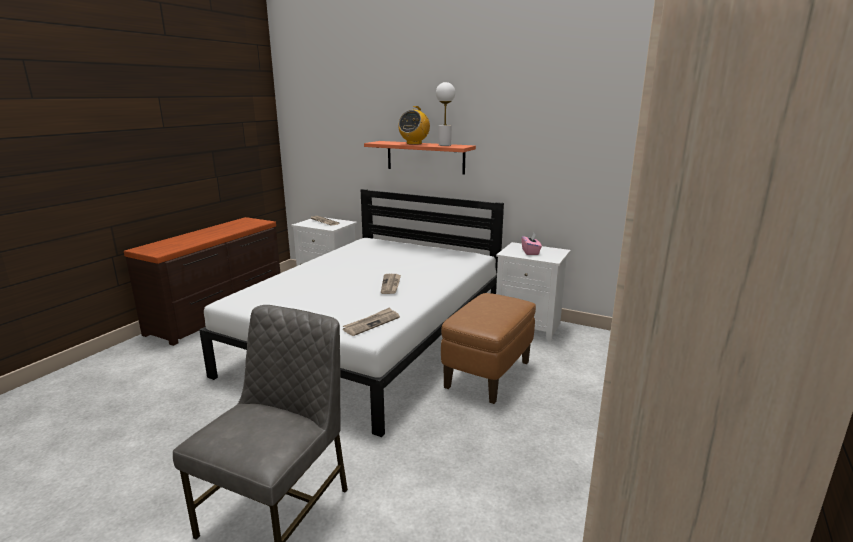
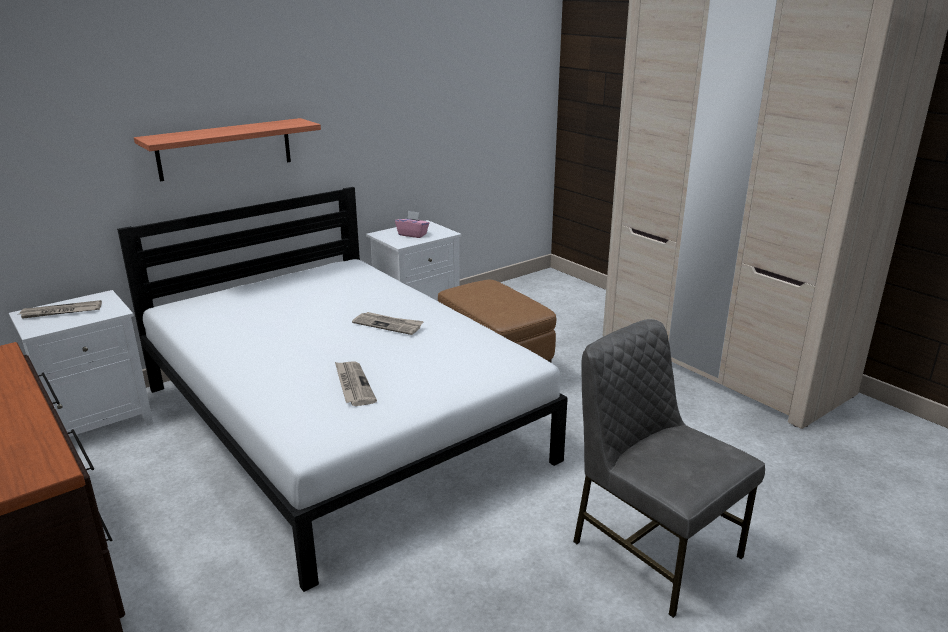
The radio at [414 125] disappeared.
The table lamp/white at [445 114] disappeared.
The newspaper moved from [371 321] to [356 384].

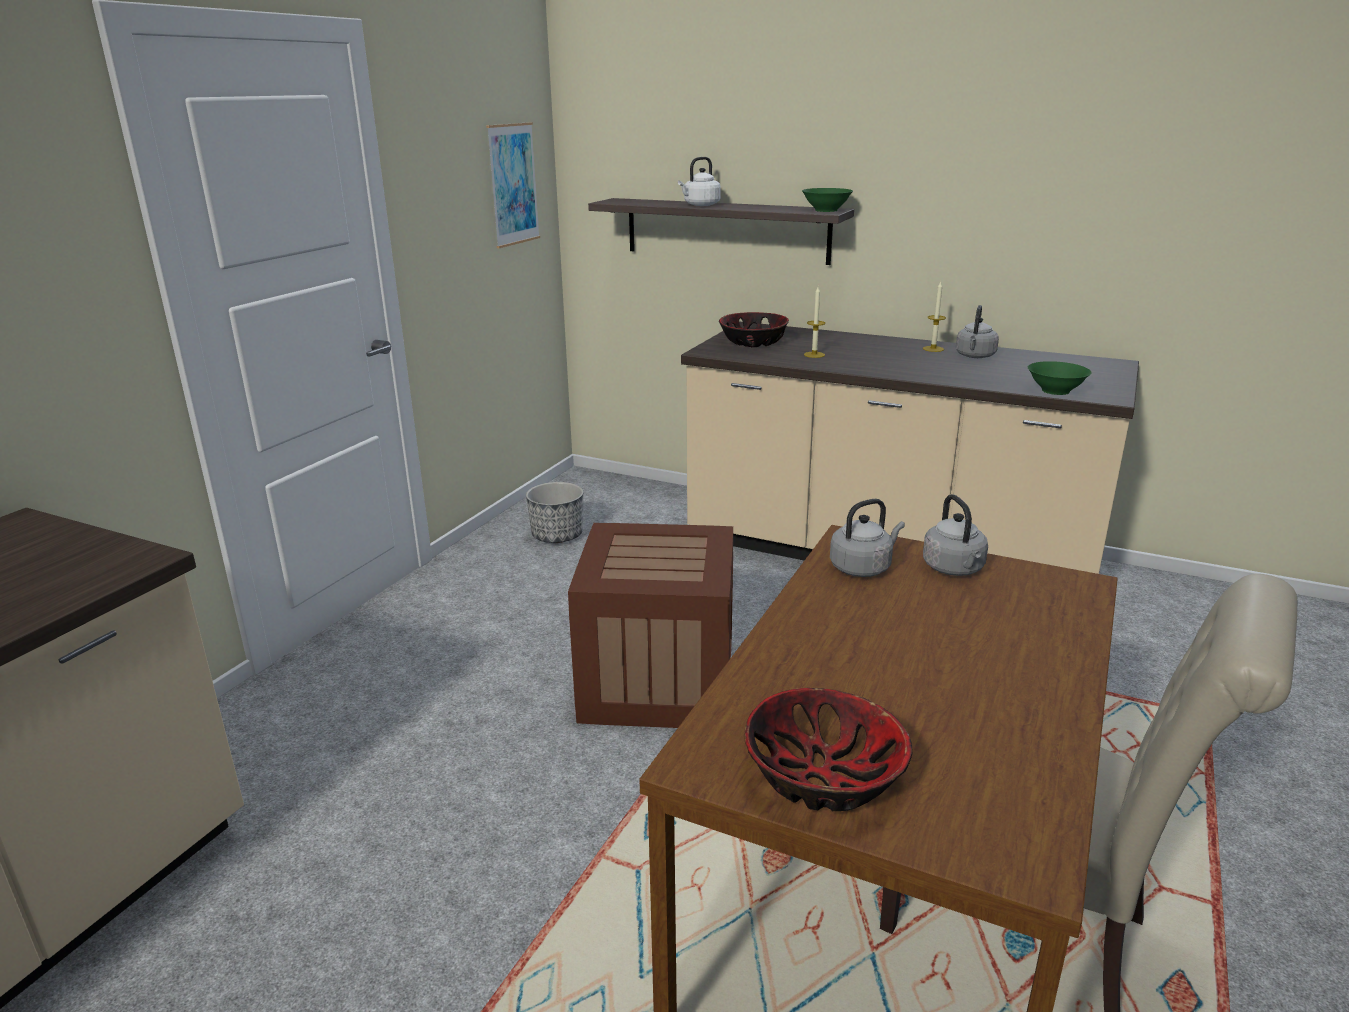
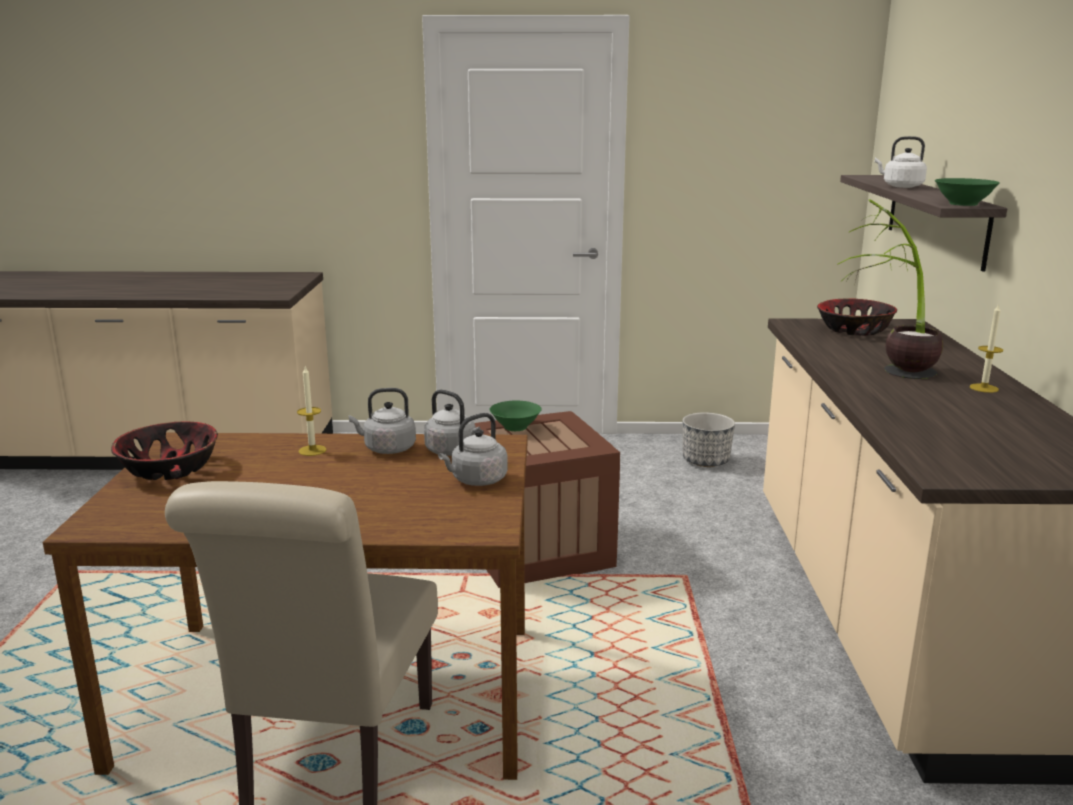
The picture at [513 185] disappeared.
The potted plant at [890 289] appeared.
The candle moved from [814 322] to [311 411].
The kettle/grey moved from [977 331] to [382 421].
The bowl/green moved from [1060 378] to [515 416].

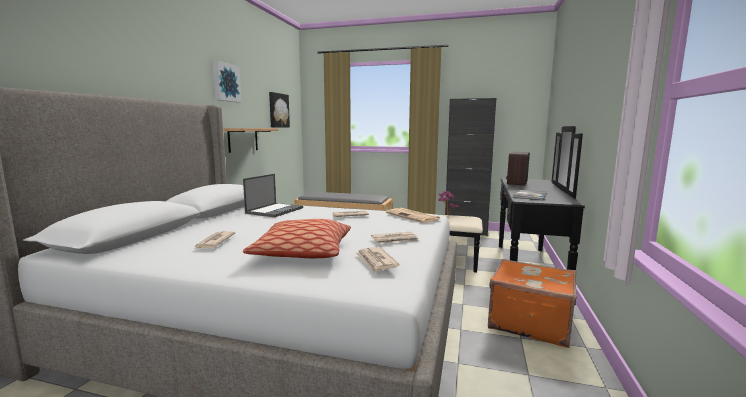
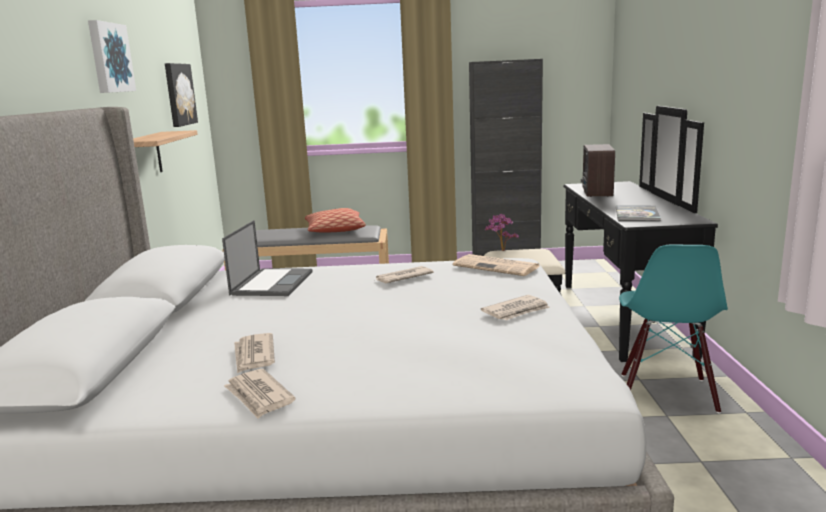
The pillow moved from [297 238] to [335 220].
The newspaper moved from [377 260] to [260 394].
The suitcase/orange at [532 303] was replaced by the chair/turquoise at [673 328].

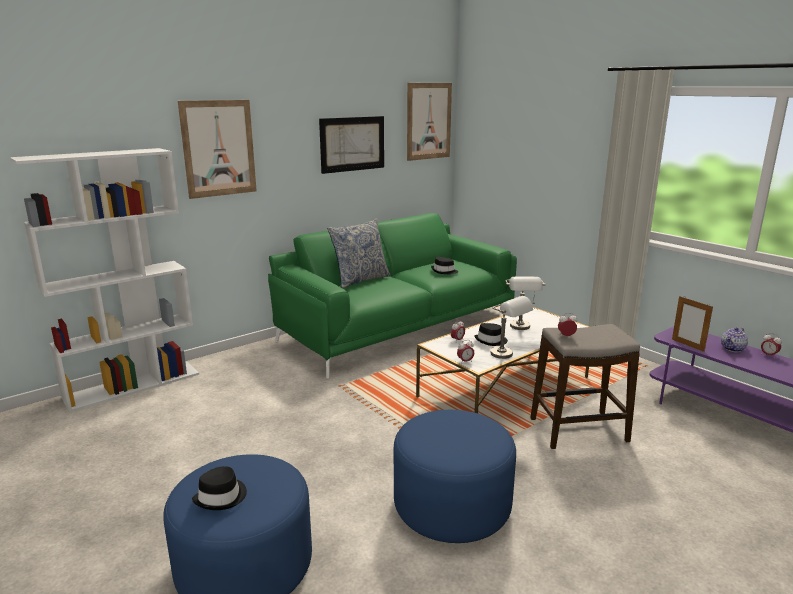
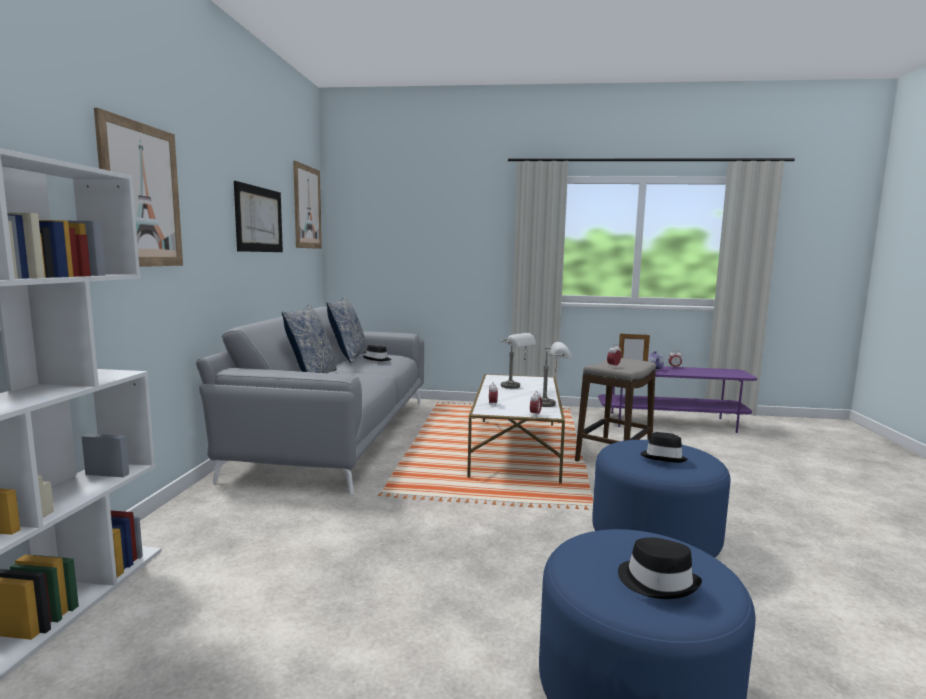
The pillow at [346 330] appeared.
The hat/black moved from [491 334] to [664 447].
The sofa/green at [392 296] became the sofa/grey at [310 400].

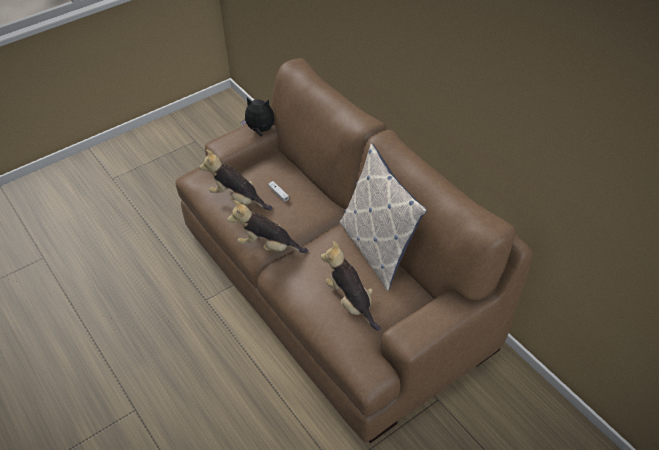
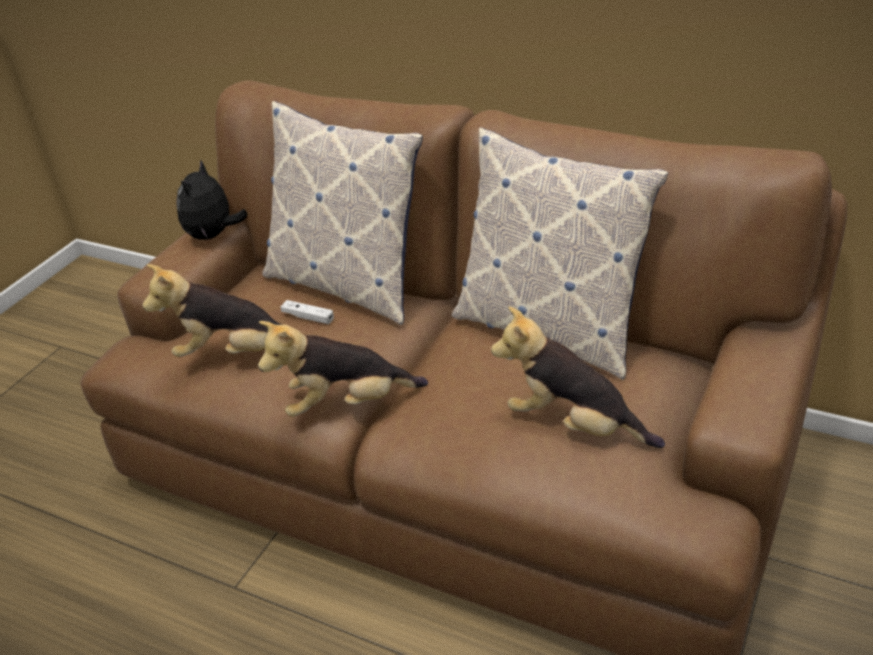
The pillow at [342 213] appeared.
The plush toy at [257 117] turned 60 degrees counterclockwise.

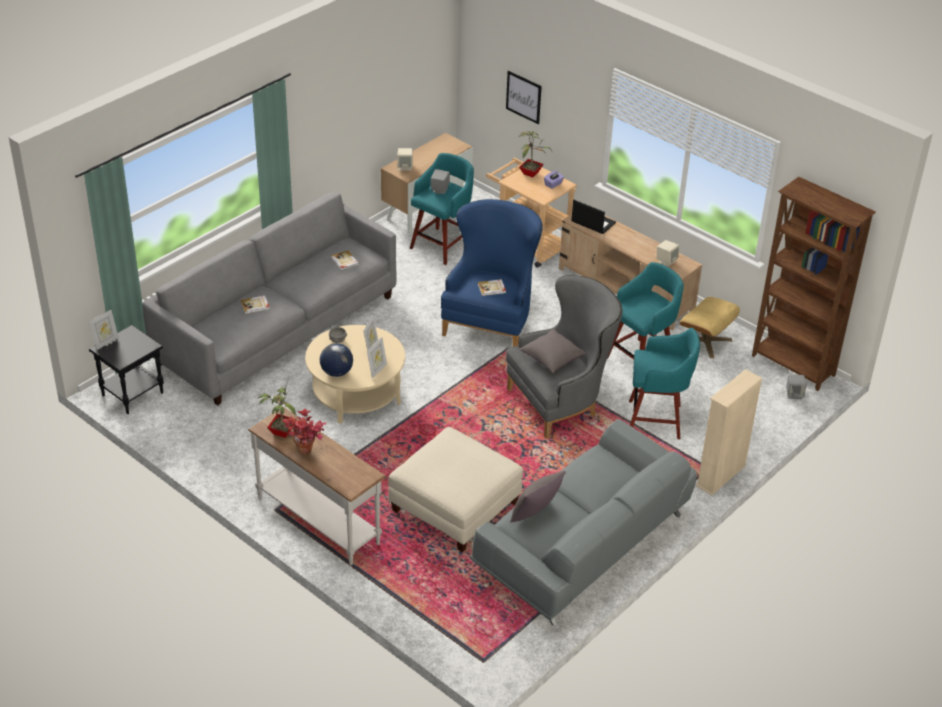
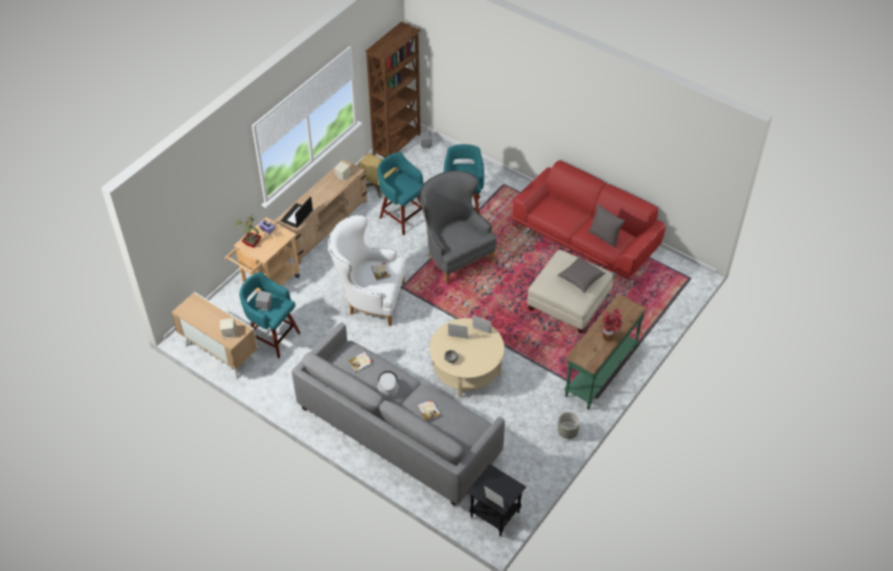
The potted plant at [277 409] disappeared.
The globe at [336 360] disappeared.
The picture at [524 97] disappeared.
The bookcase/beige at [729 432] disappeared.
The hat/grey at [388 384] appeared.
The planter/grey at [569 425] appeared.
The pillow/grey moved from [552 351] to [581 274].
The console table/white at [317 486] became the console table/green at [606 352].
The armchair/blue at [492 273] became the armchair/white at [367 270].
The sofa/grey at [583 522] became the sofa/red at [588 219].

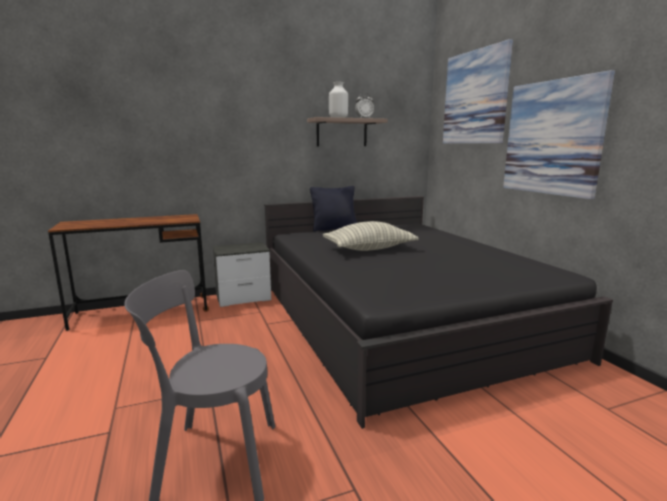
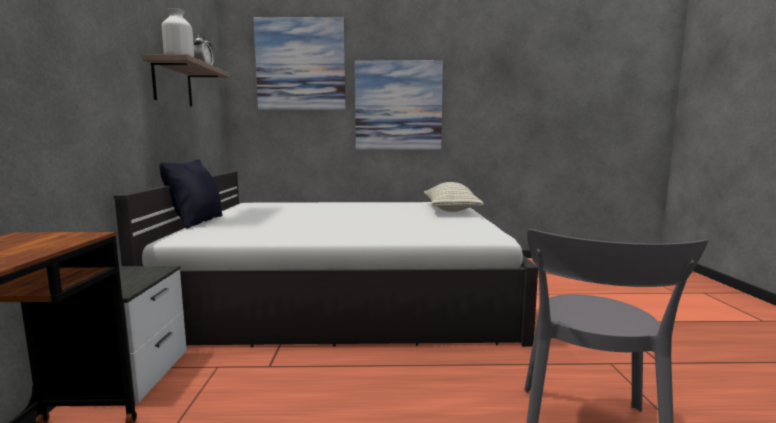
The pillow moved from [370 236] to [454 197].
The bed/black at [438 312] became the bed/white at [326 259].

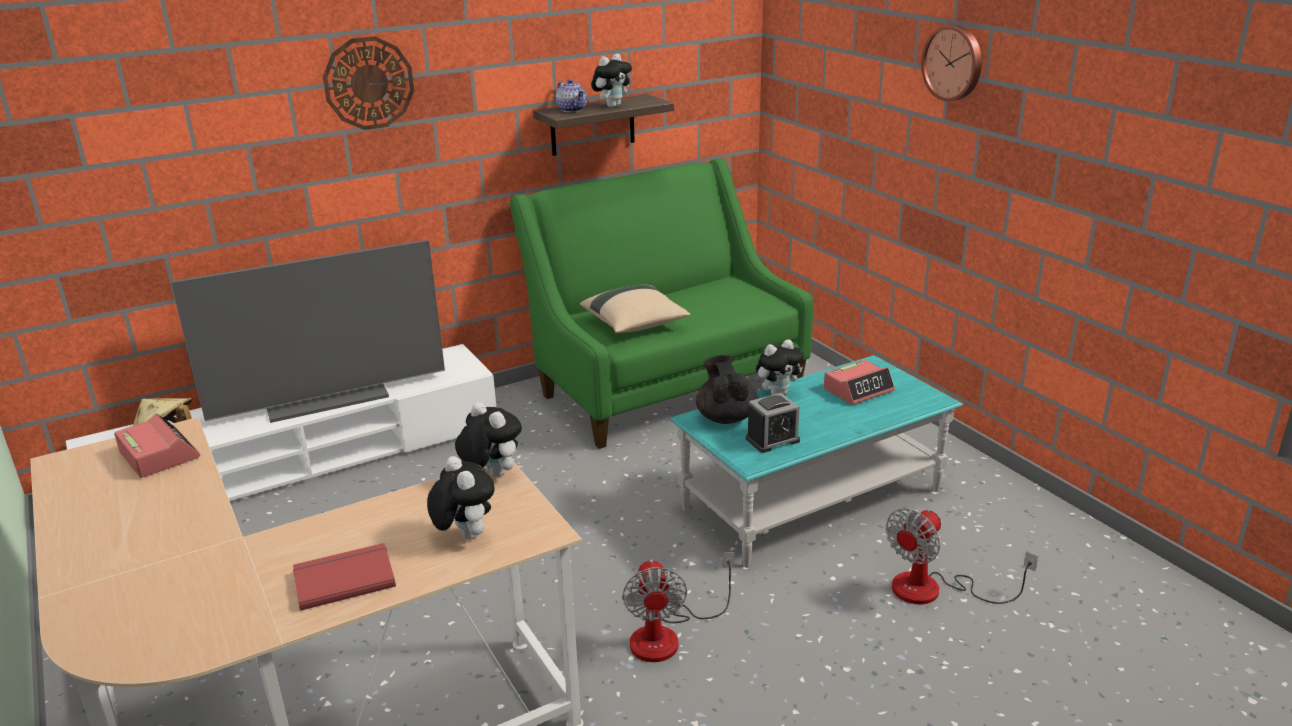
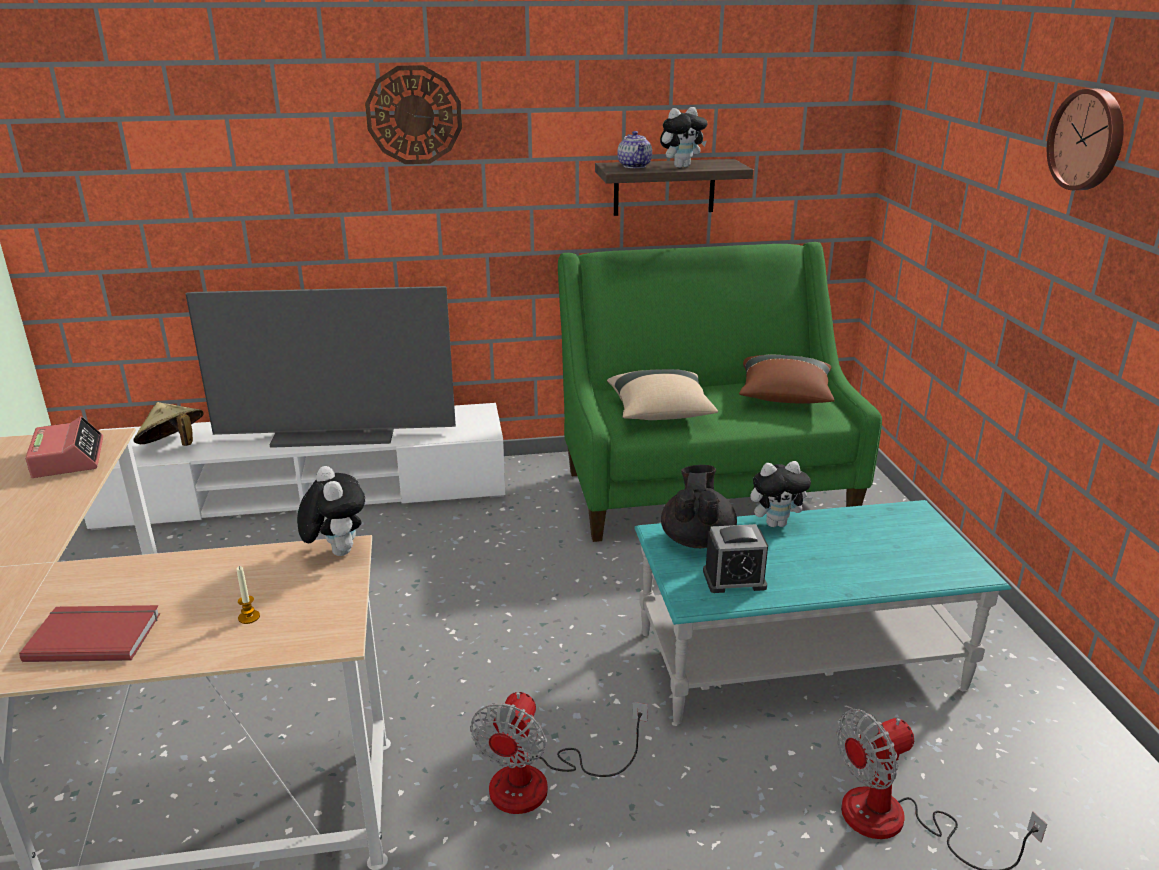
The alarm clock at [859 382] disappeared.
The pillow/brown at [786 379] appeared.
The plush toy at [460 498] was replaced by the candle at [248 595].

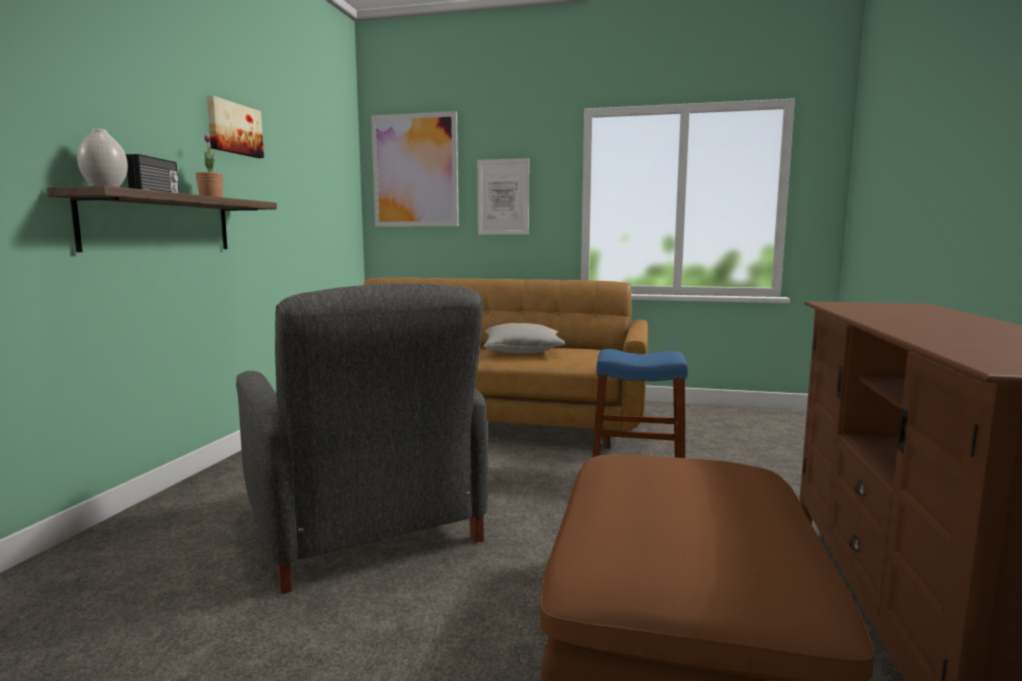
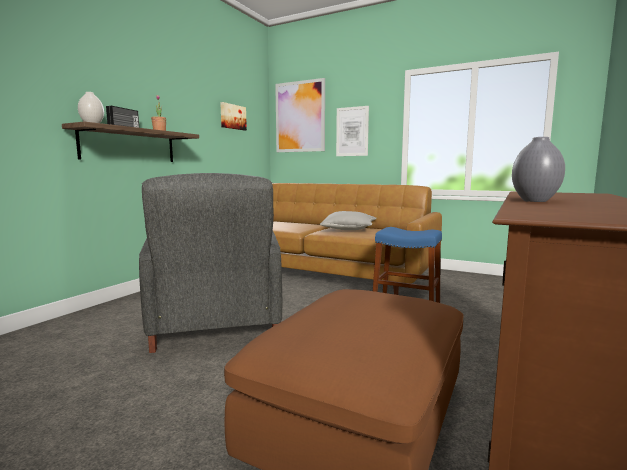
The vase/grey at [538 169] appeared.
The picture moved from [235 127] to [233 116].

